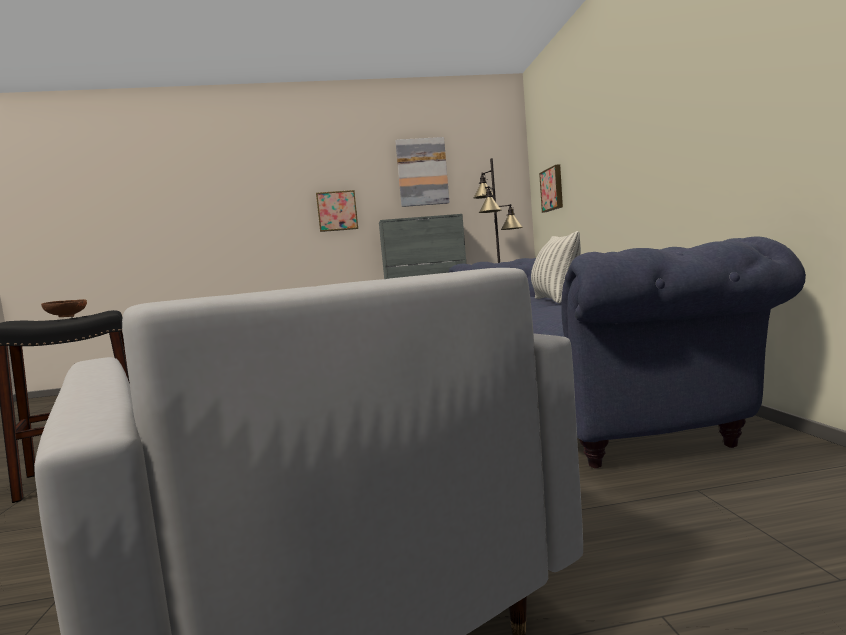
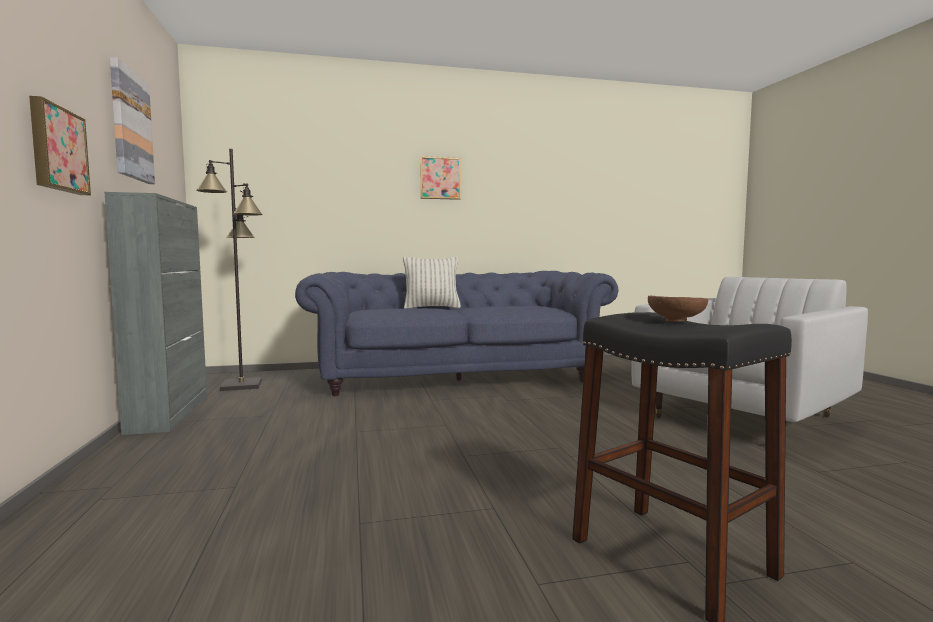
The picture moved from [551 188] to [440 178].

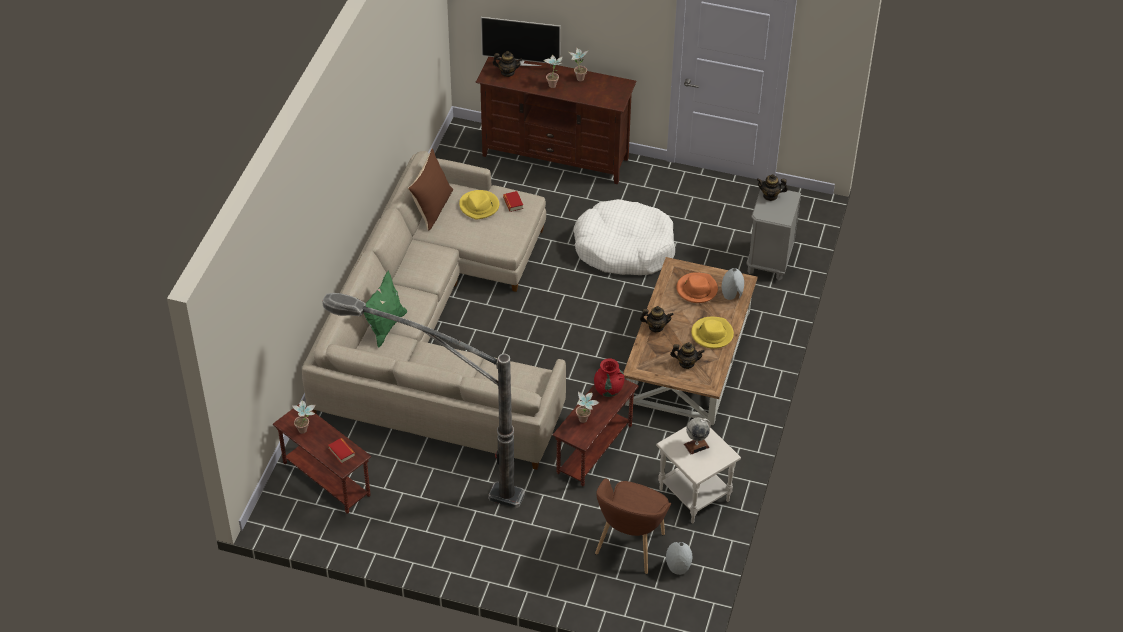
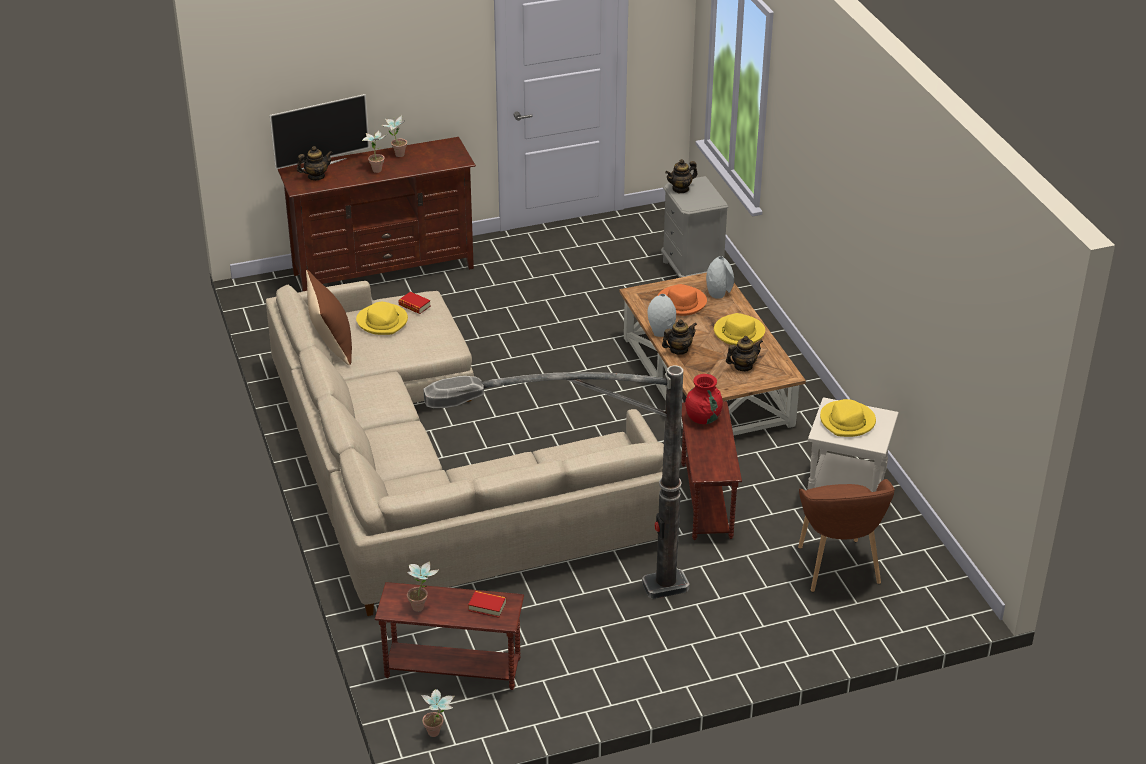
The pillow/green at [385 308] disappeared.
The dog bed/white at [624 237] disappeared.
The potted plant moved from [588 407] to [437 713].
The vase/grey moved from [679 558] to [662 315].
The globe at [697 436] was replaced by the hat/yellow at [848 418].

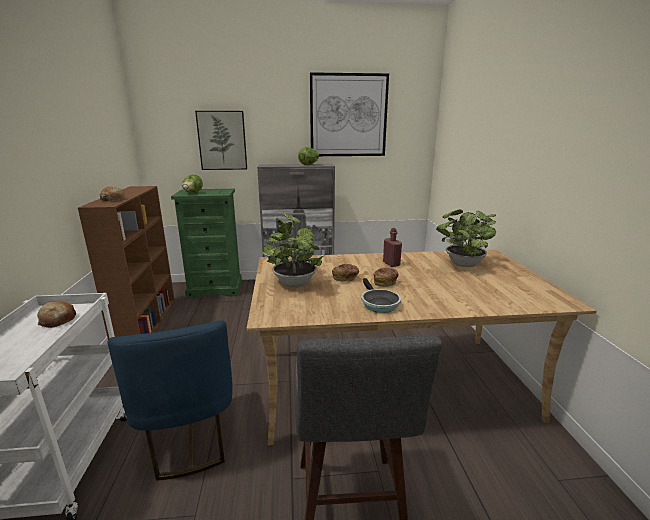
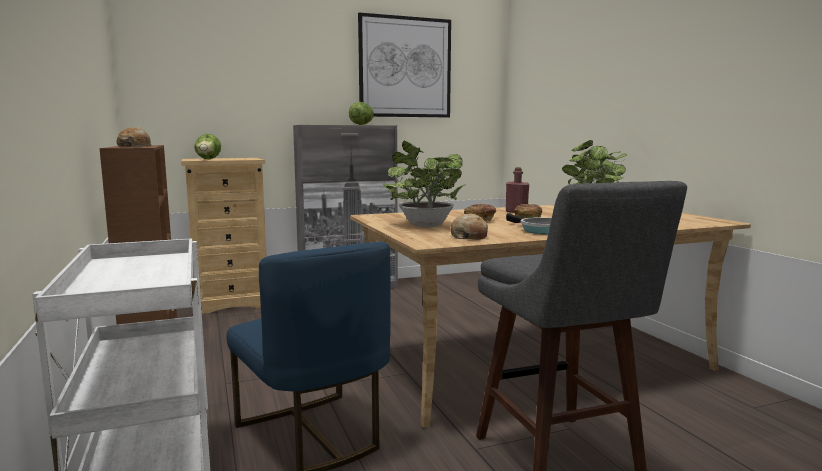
The picture at [221 140] disappeared.
The bread moved from [56 314] to [469 226].
The dresser/green at [206 243] became the dresser/beige at [223 236].

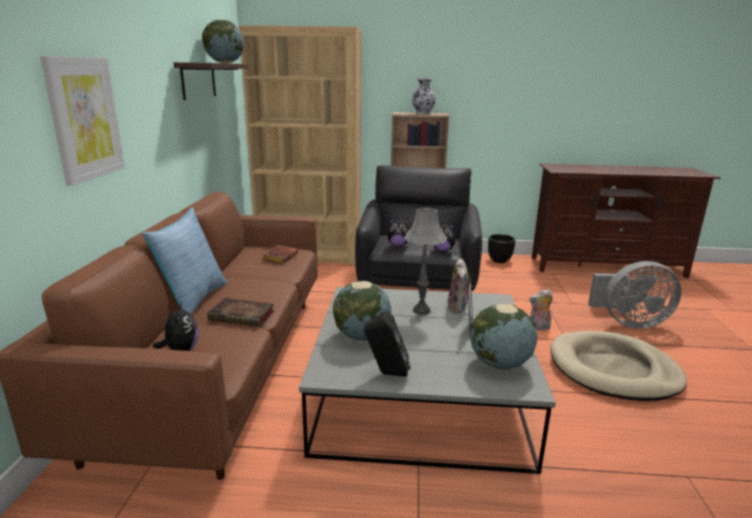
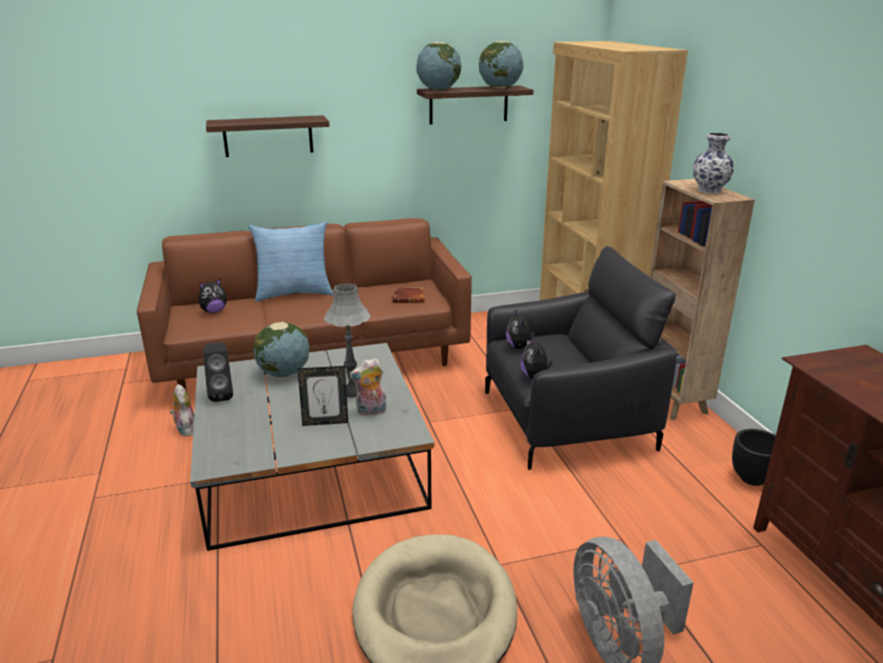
The book at [241 312] disappeared.
The globe moved from [504 337] to [438 66].
The plush toy moved from [541 309] to [182 410].
The picture at [82 121] was replaced by the shelf at [267 136].

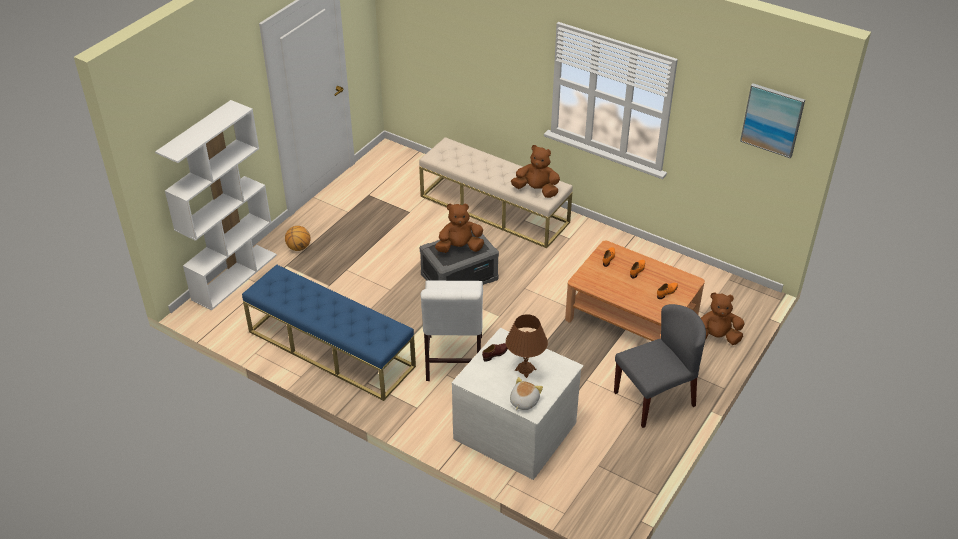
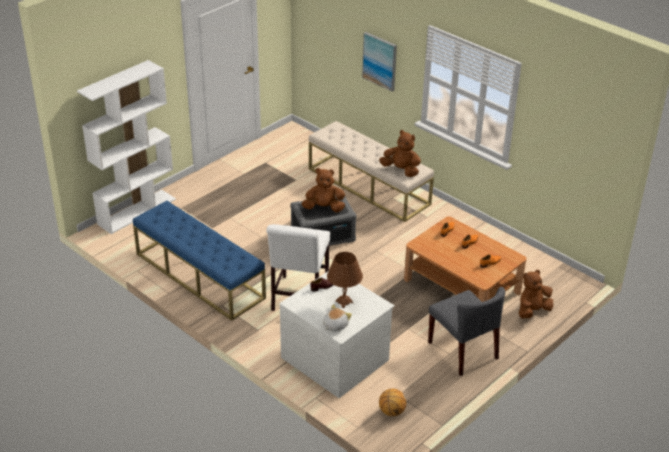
The basketball moved from [298 238] to [392 402].
The picture moved from [772 120] to [379 62].
The chair/grey at [660 366] turned 75 degrees clockwise.
The plush toy/brown at [722 318] turned 45 degrees counterclockwise.

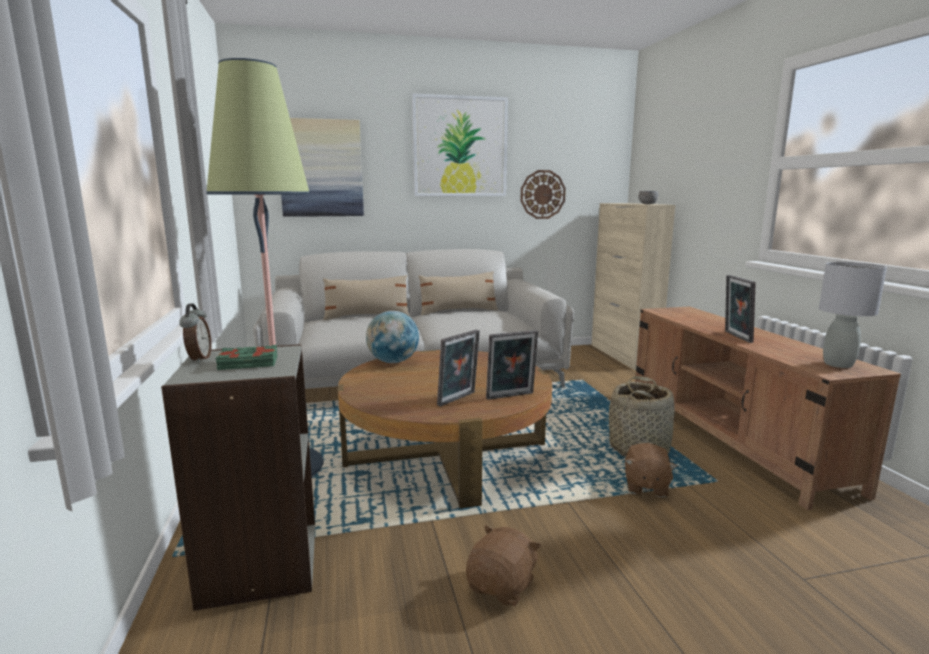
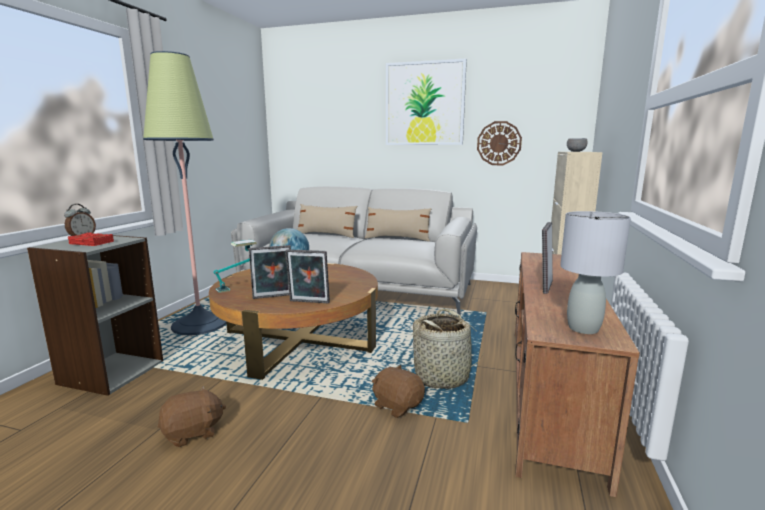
The picture at [322 167] disappeared.
The table lamp at [235 266] appeared.
The book/green at [246 357] became the book/red at [91 239].
The plush toy/brown at [651 470] turned 90 degrees clockwise.

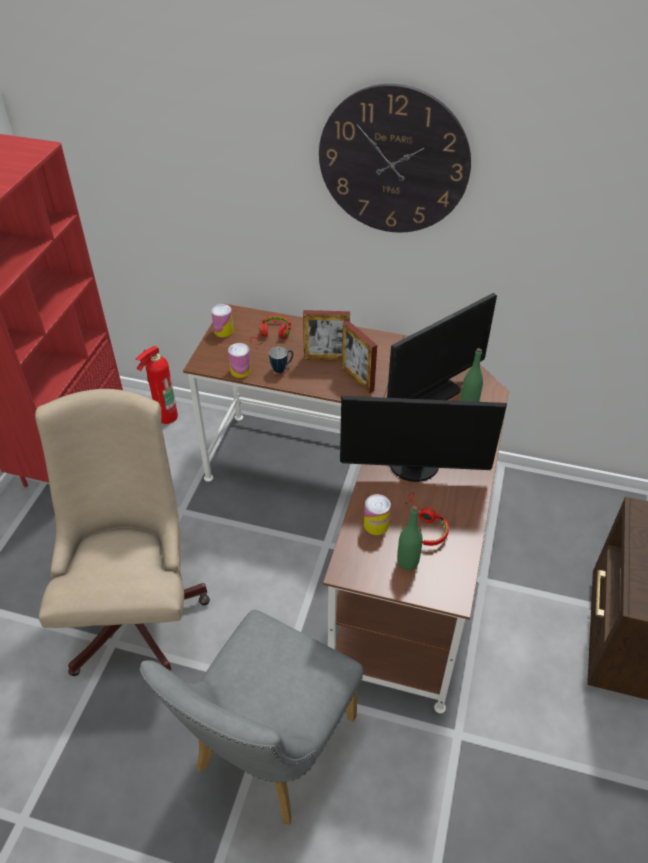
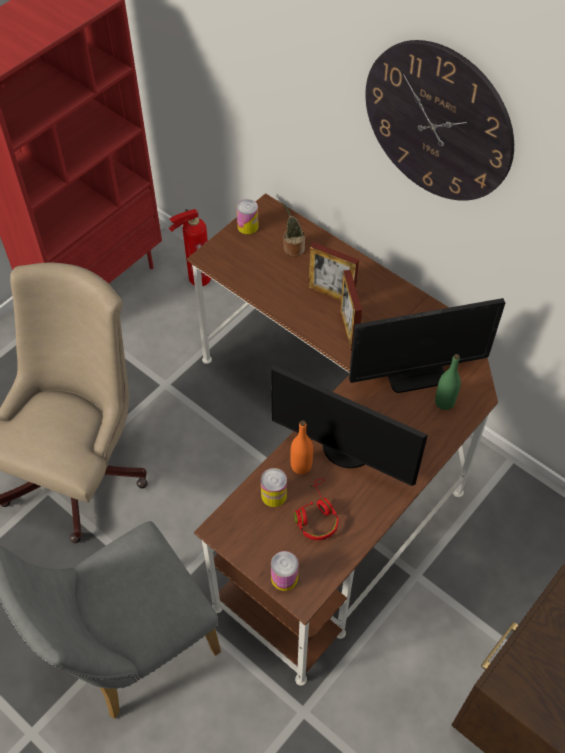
The mug at [281 360] disappeared.
The bottle/green at [410 538] disappeared.
The bottle/orange at [302 447] appeared.
The can moved from [239 360] to [285 571].
The headphones/red at [270 330] was replaced by the potted plant at [293 229].

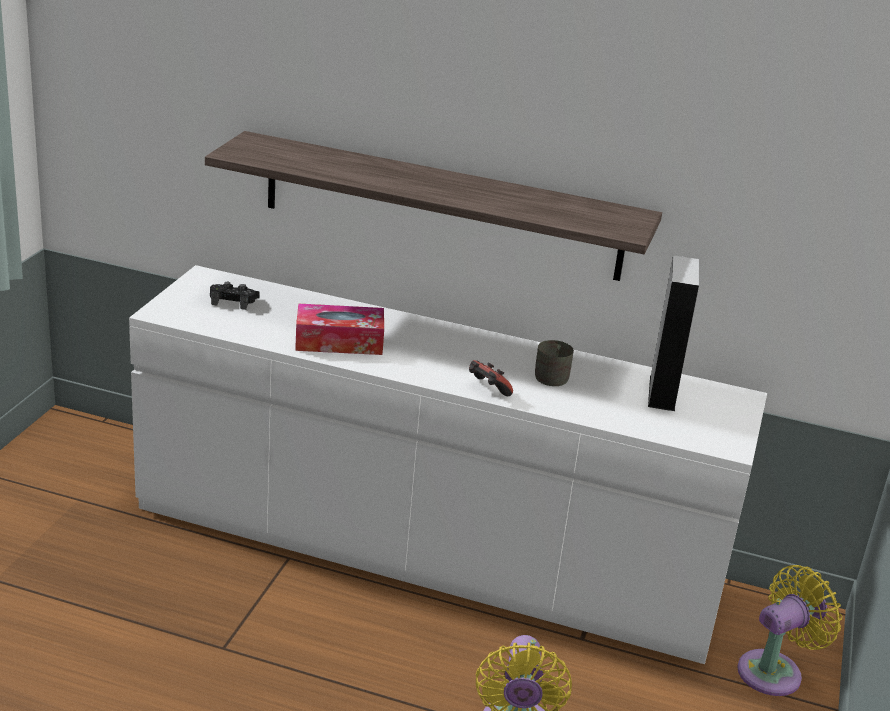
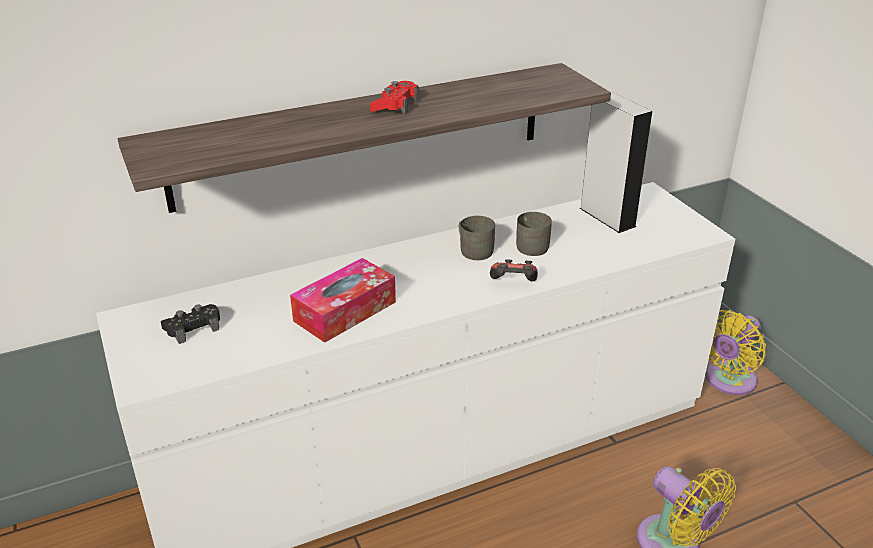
The game controller/red at [394 97] appeared.
The mug/grey at [477 238] appeared.
The fan/yellow at [789 630] turned 150 degrees counterclockwise.

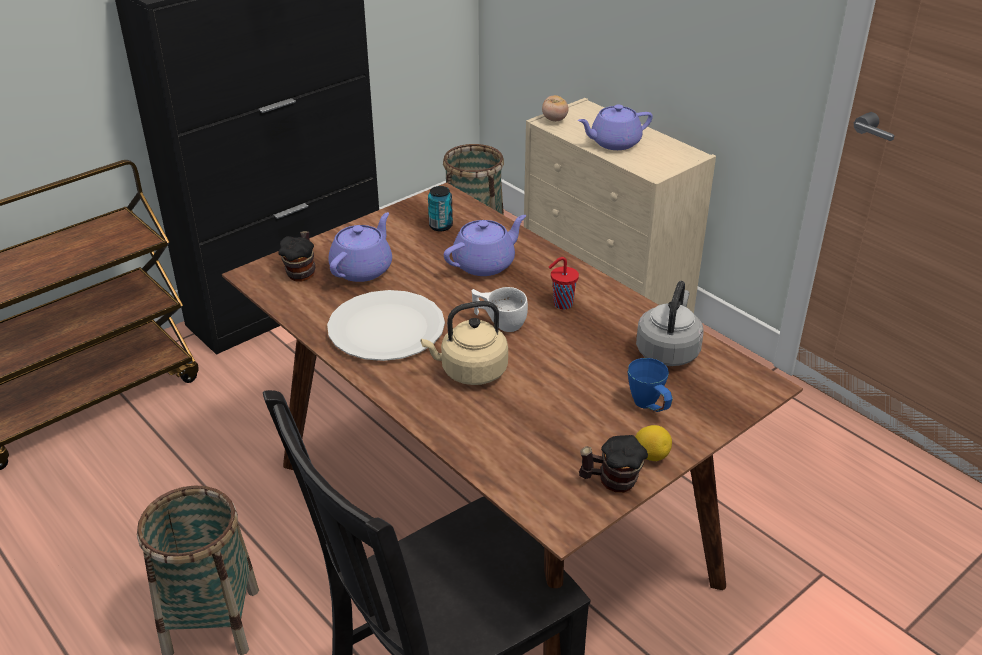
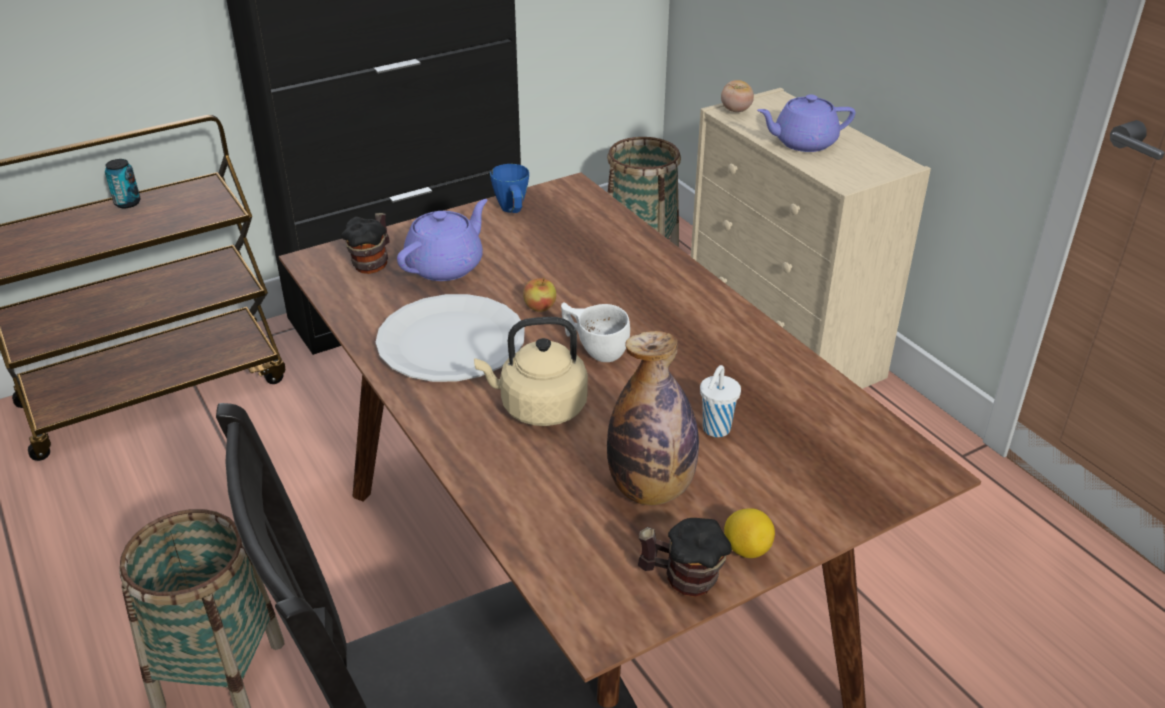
The teapot/purple at [485 245] disappeared.
The cup/red at [564 283] disappeared.
The kettle/grey at [669 323] disappeared.
The apple at [539 295] appeared.
The bottle at [653 418] appeared.
The cup/white at [720 401] appeared.
The can moved from [440 208] to [123 183].
The mug/blue moved from [650 385] to [509 188].

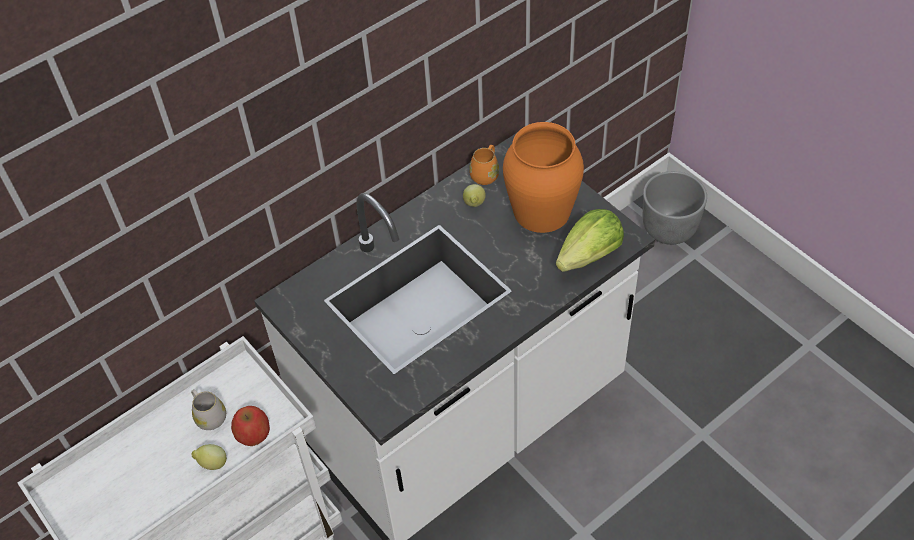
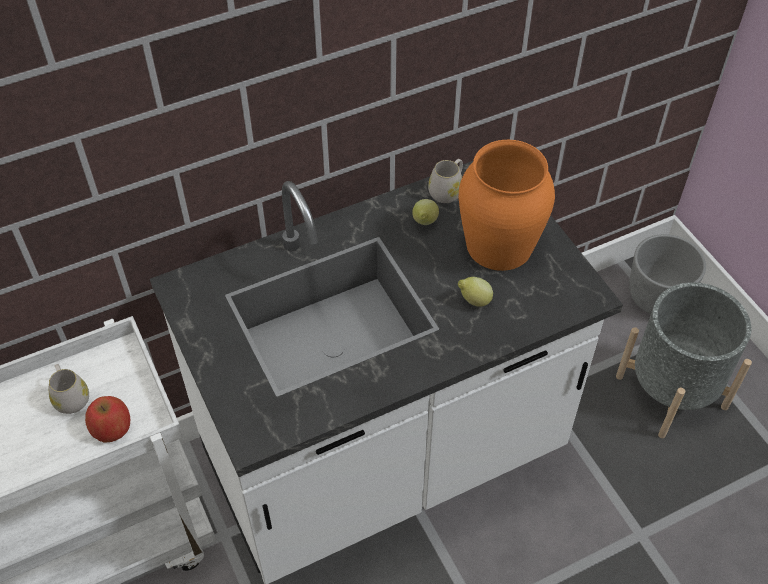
The lettuce at [590 240] disappeared.
The planter/grey at [684 360] appeared.
The lemon moved from [208 457] to [475 292].
The mug/orange at [484 165] became the mug/white at [445 181].

